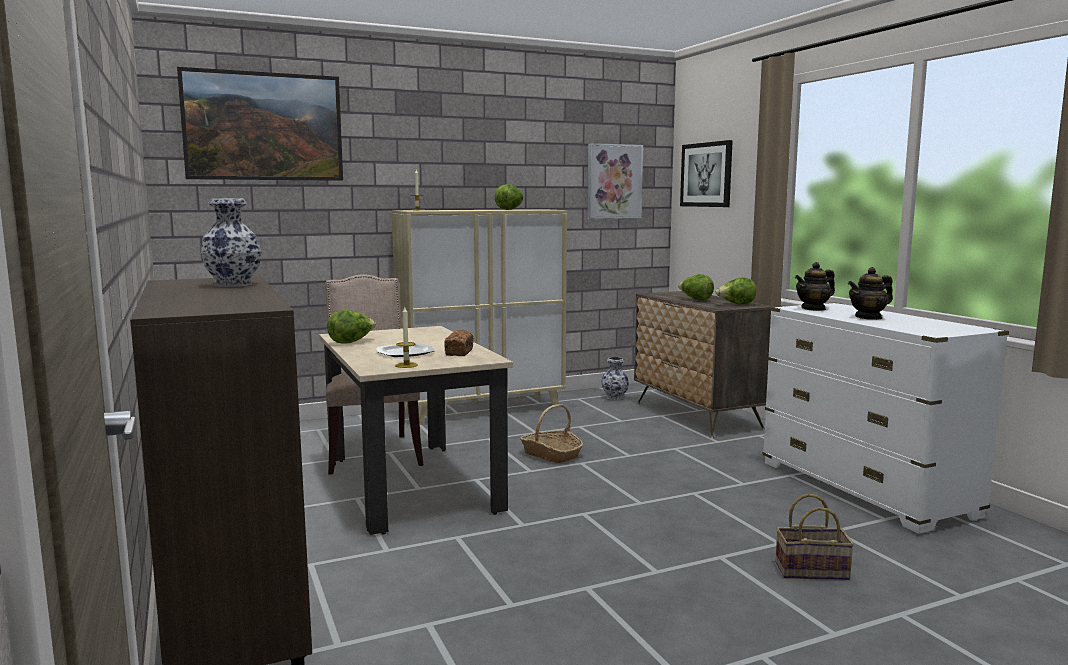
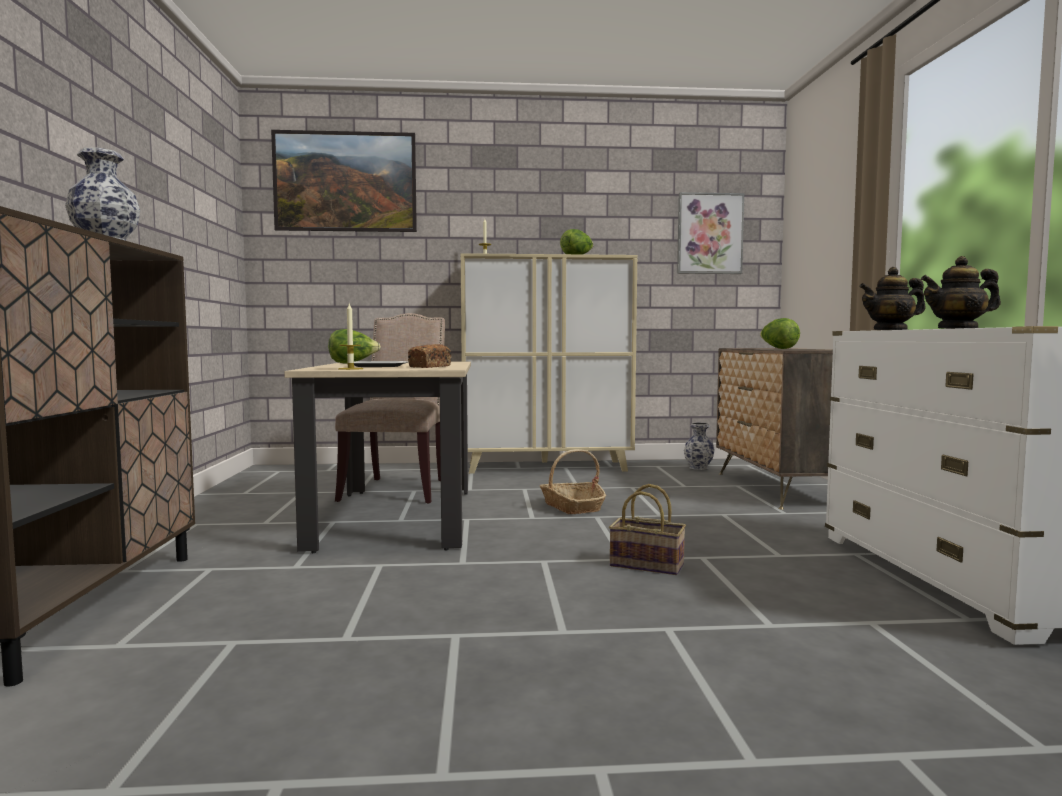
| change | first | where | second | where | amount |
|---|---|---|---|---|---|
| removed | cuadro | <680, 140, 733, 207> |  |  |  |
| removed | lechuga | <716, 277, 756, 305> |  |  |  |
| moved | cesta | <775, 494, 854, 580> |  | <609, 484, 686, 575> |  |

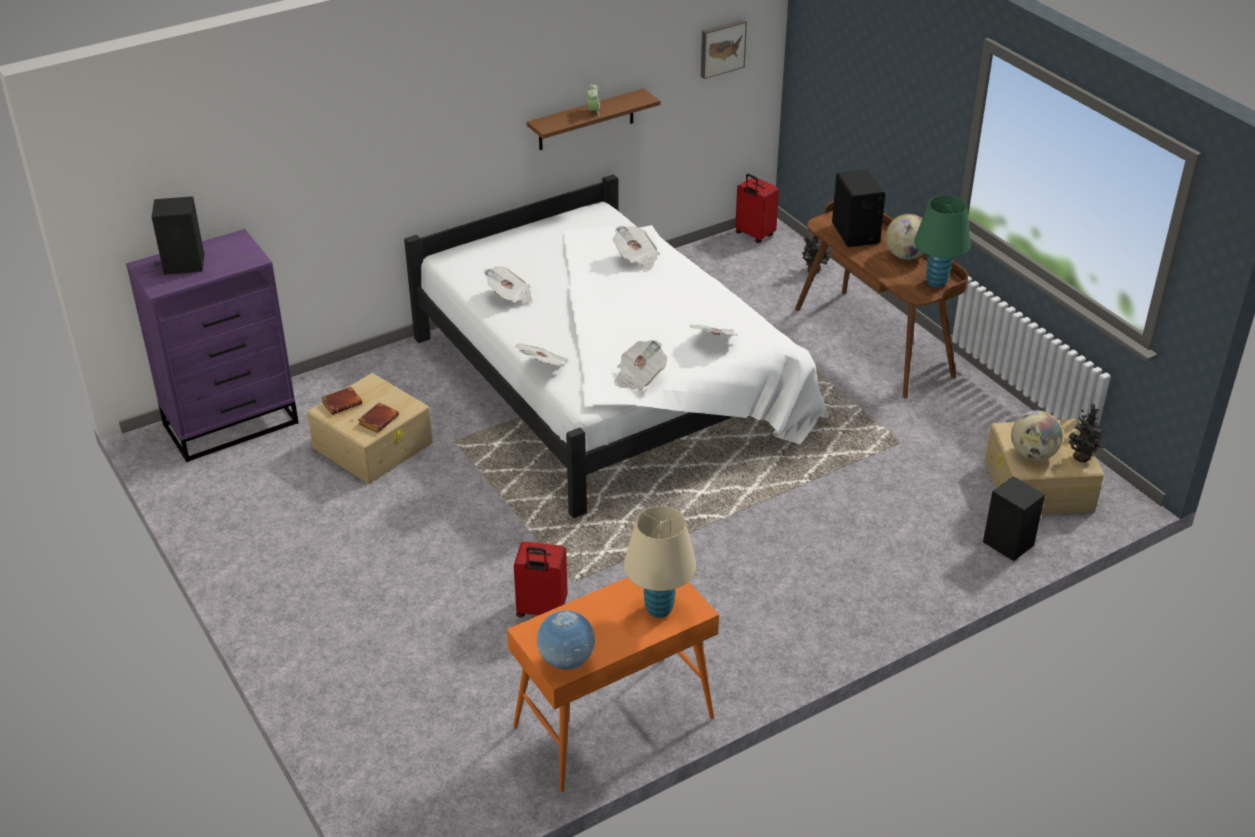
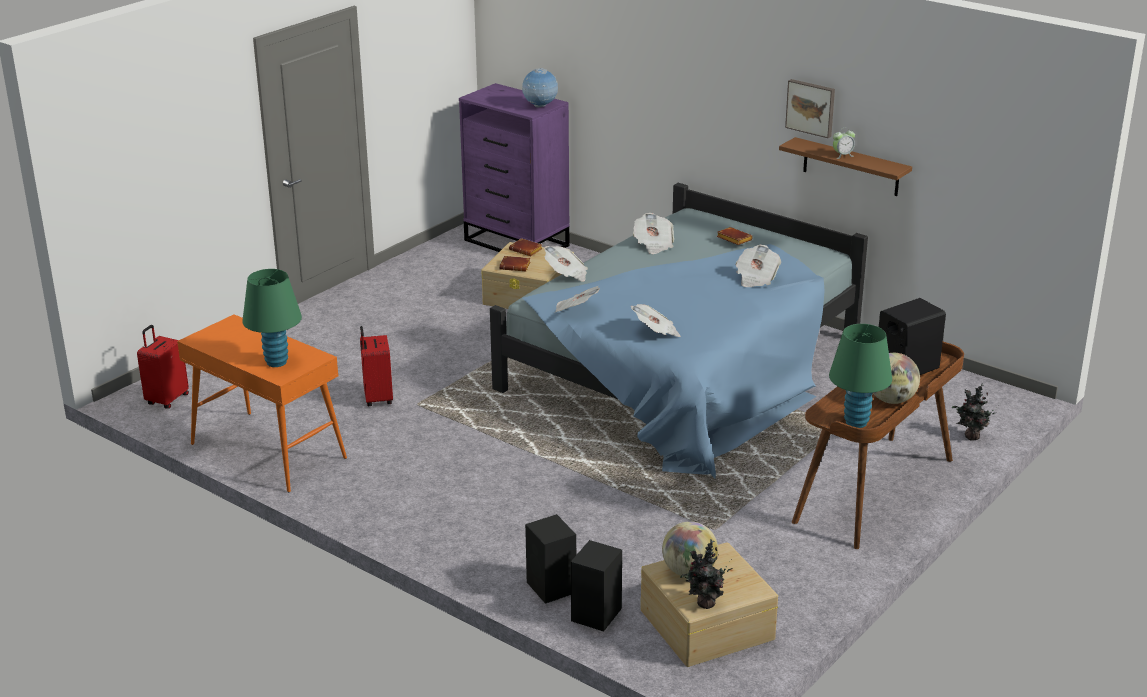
| change | first | where | second | where | amount |
|---|---|---|---|---|---|
| moved | cuadro | <701, 19, 747, 79> |  | <785, 79, 835, 138> |  |
| recoloured | cama/blanco | <404, 174, 829, 518> | cama/azul | <490, 183, 868, 478> |  |
| moved | maleta/rojo | <735, 174, 779, 243> |  | <137, 325, 189, 409> |  |
| moved | altavoz/negro | <152, 196, 204, 275> |  | <525, 514, 576, 604> |  |
| recoloured | lámpara de mesa/beis | <624, 506, 696, 618> | lámpara de mesa/verde | <242, 269, 302, 367> |  |
| moved | globo terráqueo | <537, 610, 595, 669> |  | <522, 68, 558, 107> |  |
| added |  |  | libro/marrón | <716, 227, 753, 245> |  |

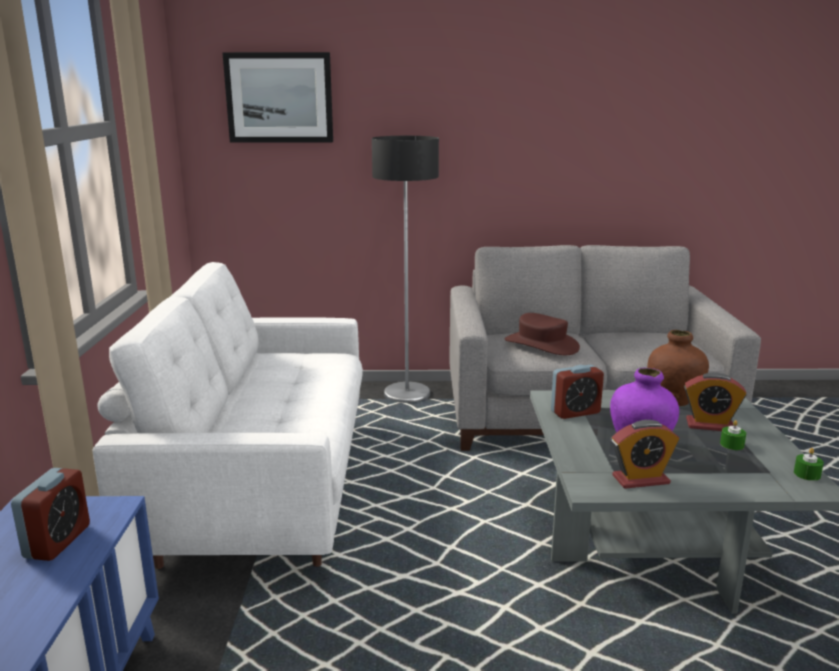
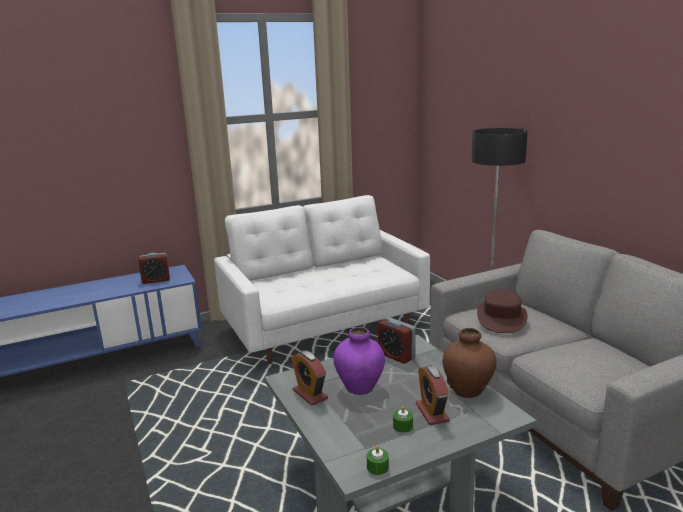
| change | first | where | second | where | amount |
|---|---|---|---|---|---|
| removed | cuadro | <222, 52, 333, 143> |  |  |  |

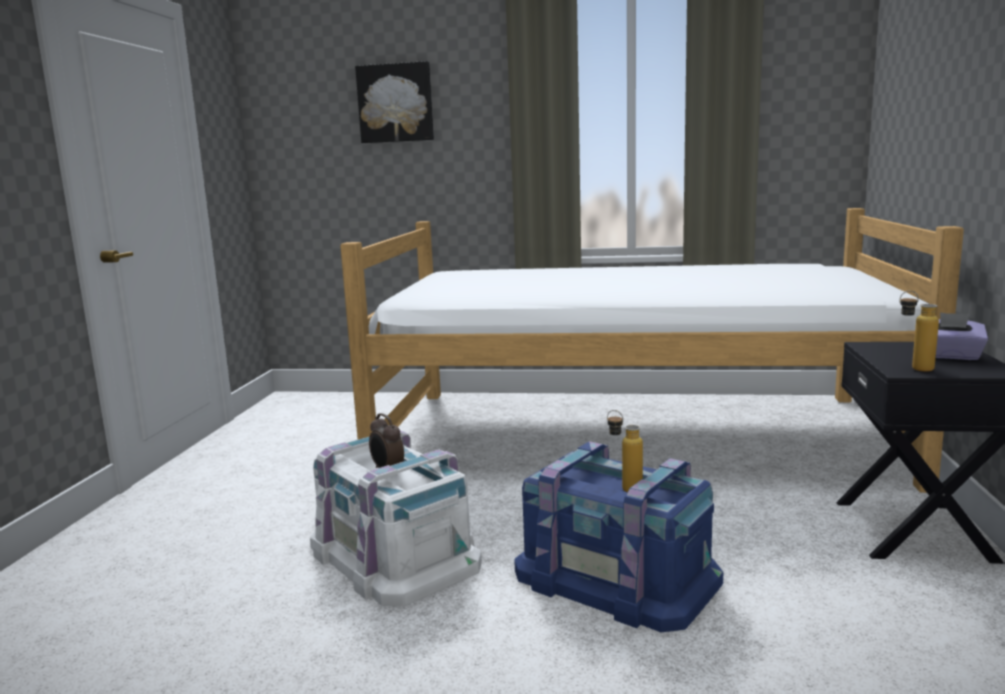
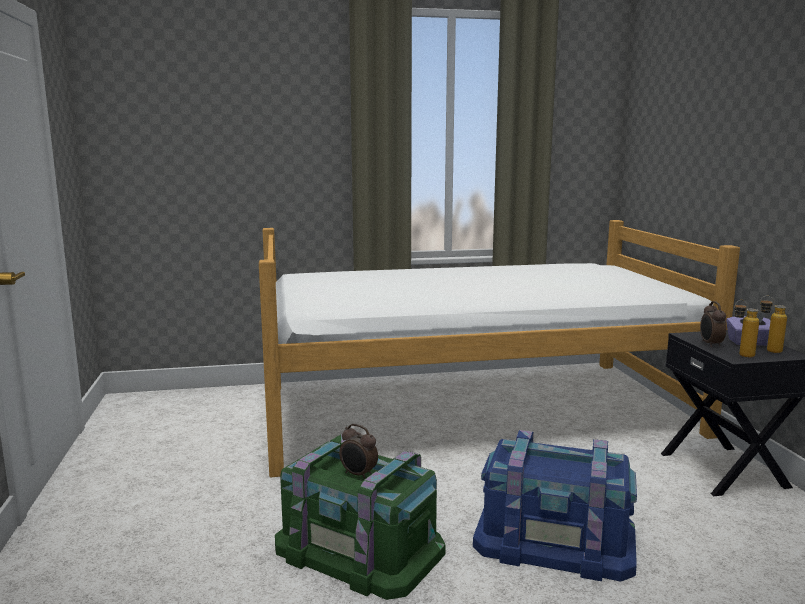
| change | first | where | second | where | amount |
|---|---|---|---|---|---|
| removed | cuadro | <355, 61, 434, 143> |  |  |  |
| moved | botella | <607, 410, 643, 492> |  | <760, 295, 787, 353> |  |
| recoloured | caja de almacenaje/blanco | <310, 430, 482, 606> | caja de almacenaje/verde | <275, 434, 446, 600> |  |
| added |  |  | despertador | <700, 301, 727, 347> |  |

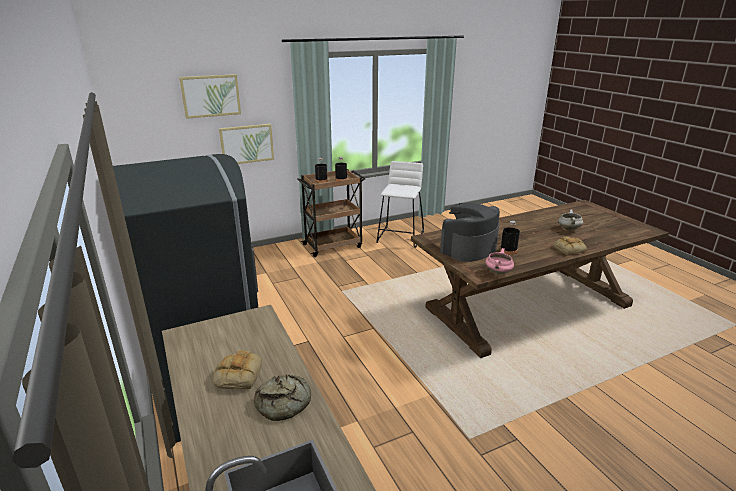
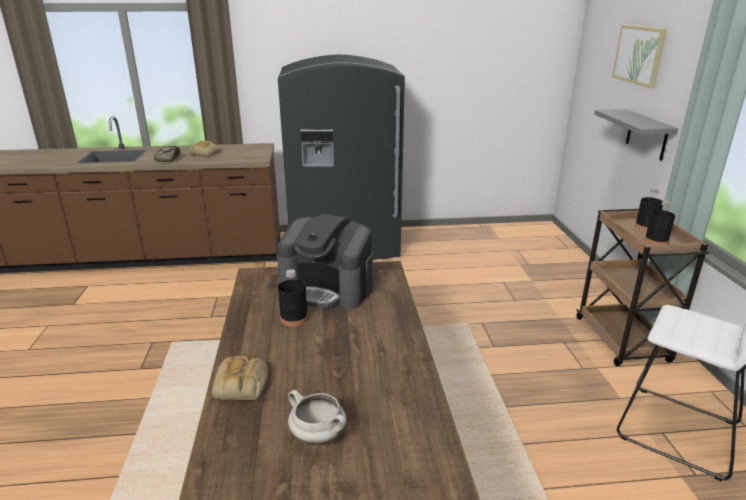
| change | first | where | second | where | amount |
|---|---|---|---|---|---|
| replaced | cuadro | <219, 124, 274, 164> | estante/gris | <594, 109, 678, 160> |  |
| turned | cafetera | <440, 203, 500, 262> |  | <277, 214, 373, 309> | 135 degrees clockwise |
| removed | olla/rosa | <485, 248, 514, 274> |  |  |  |

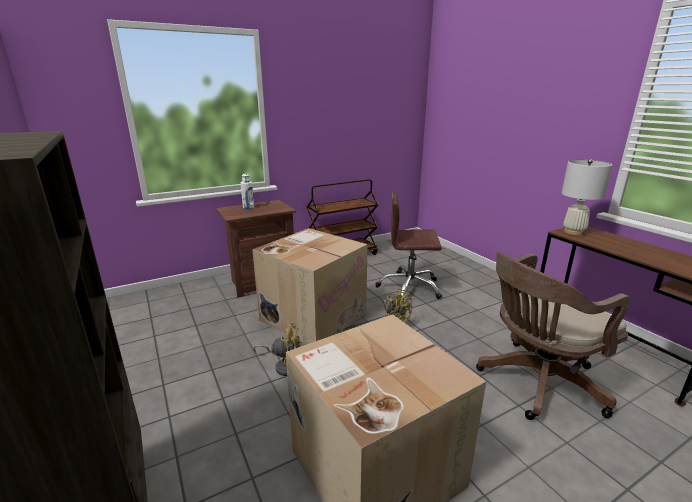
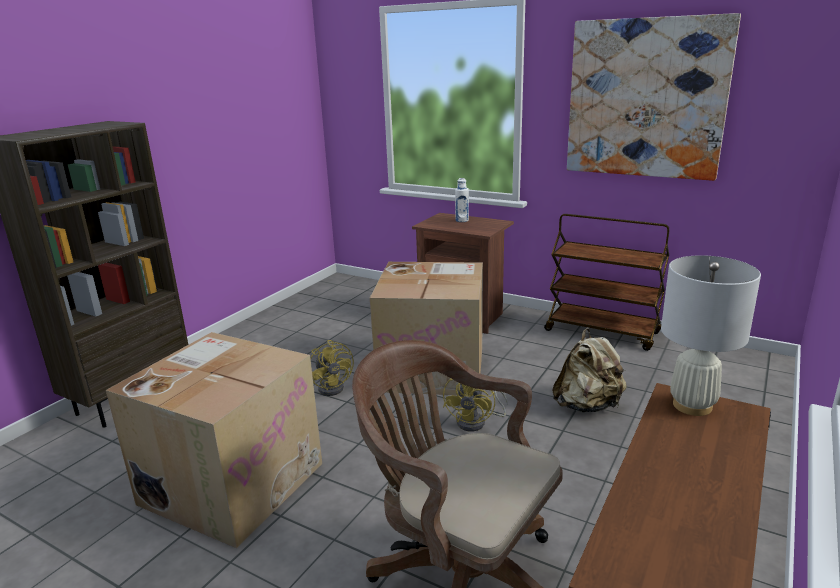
| change | first | where | second | where | amount |
|---|---|---|---|---|---|
| replaced | silla de oficina/marrón | <375, 191, 442, 302> | mochila/beis | <552, 328, 627, 412> |  |
| added |  |  | cuadro | <567, 13, 741, 181> |  |

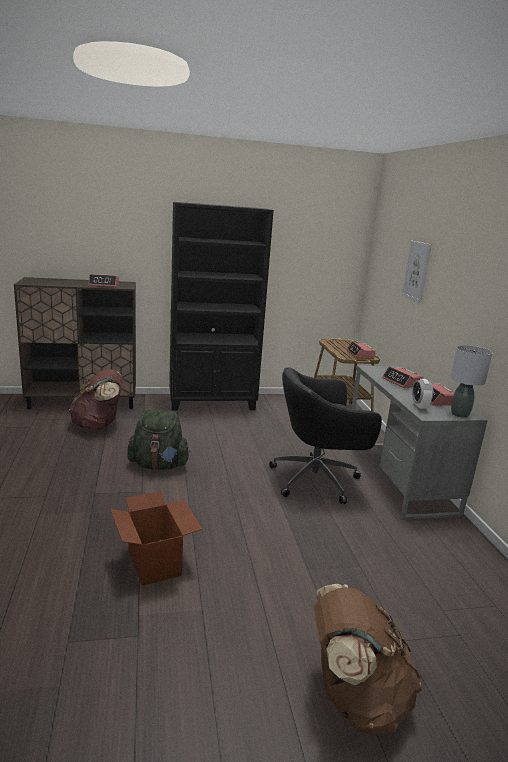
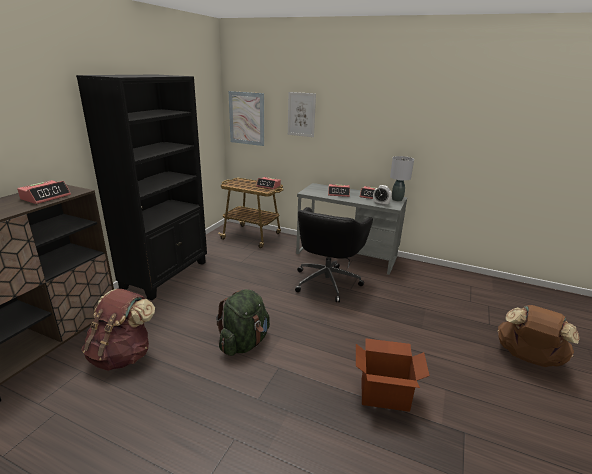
| change | first | where | second | where | amount |
|---|---|---|---|---|---|
| added |  |  | cuadro | <229, 91, 264, 146> |  |

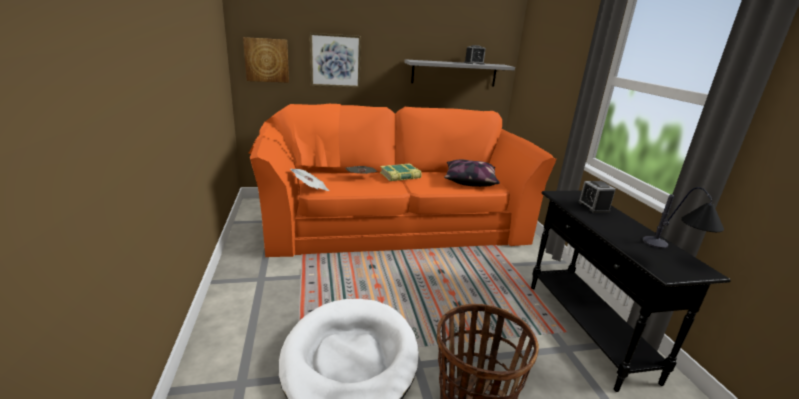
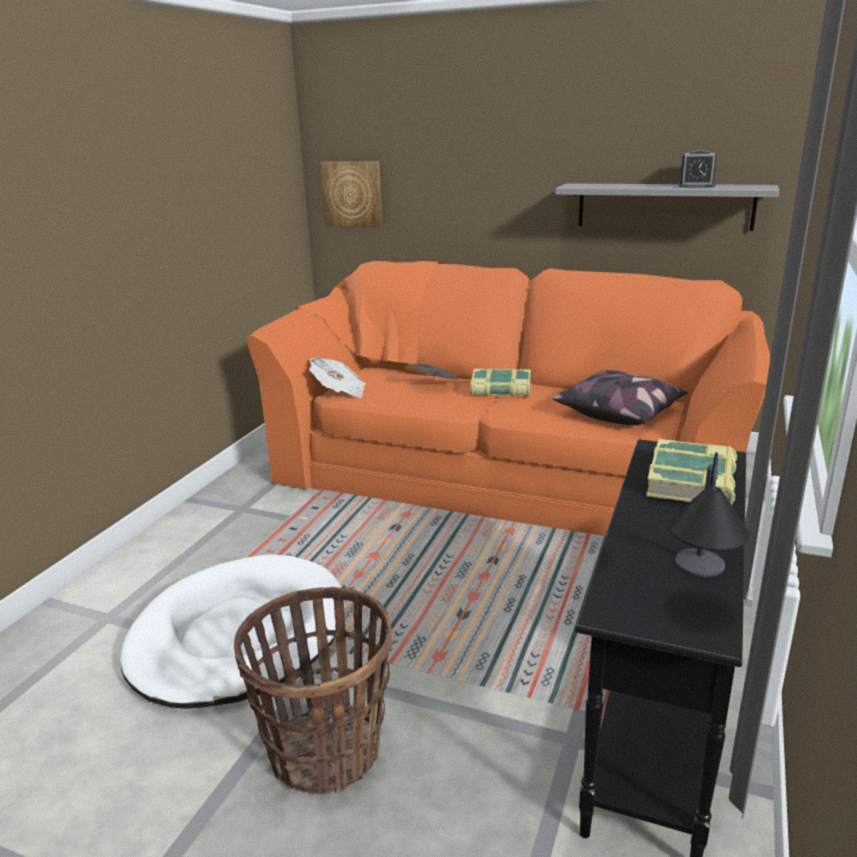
| change | first | where | second | where | amount |
|---|---|---|---|---|---|
| removed | cuadro | <310, 33, 361, 88> |  |  |  |
| replaced | despertador | <578, 181, 616, 213> | libro | <646, 439, 737, 505> |  |

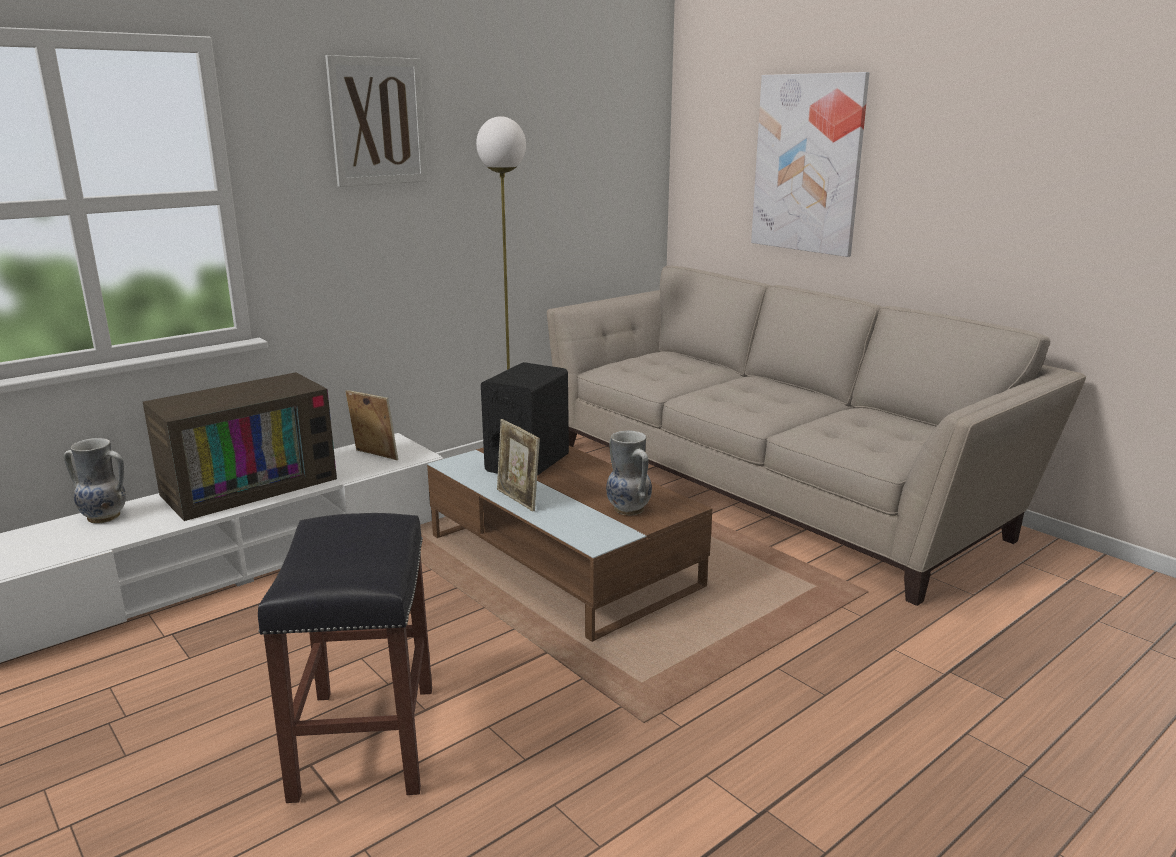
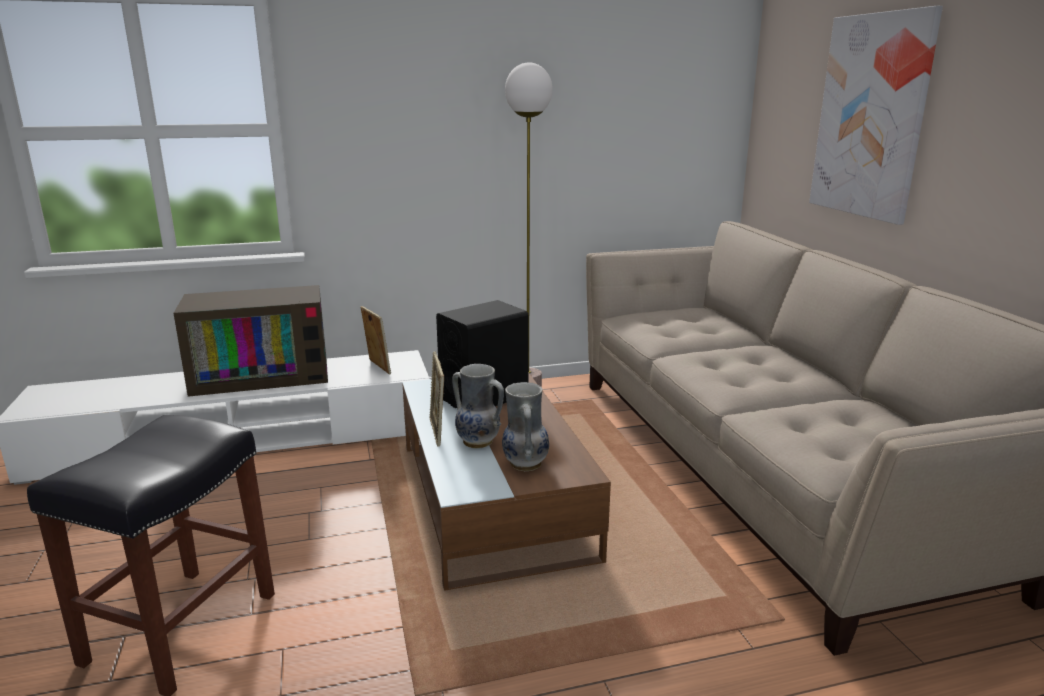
| change | first | where | second | where | amount |
|---|---|---|---|---|---|
| removed | cuadro | <325, 55, 427, 187> |  |  |  |
| moved | florero | <64, 438, 126, 524> |  | <452, 364, 504, 449> |  |

